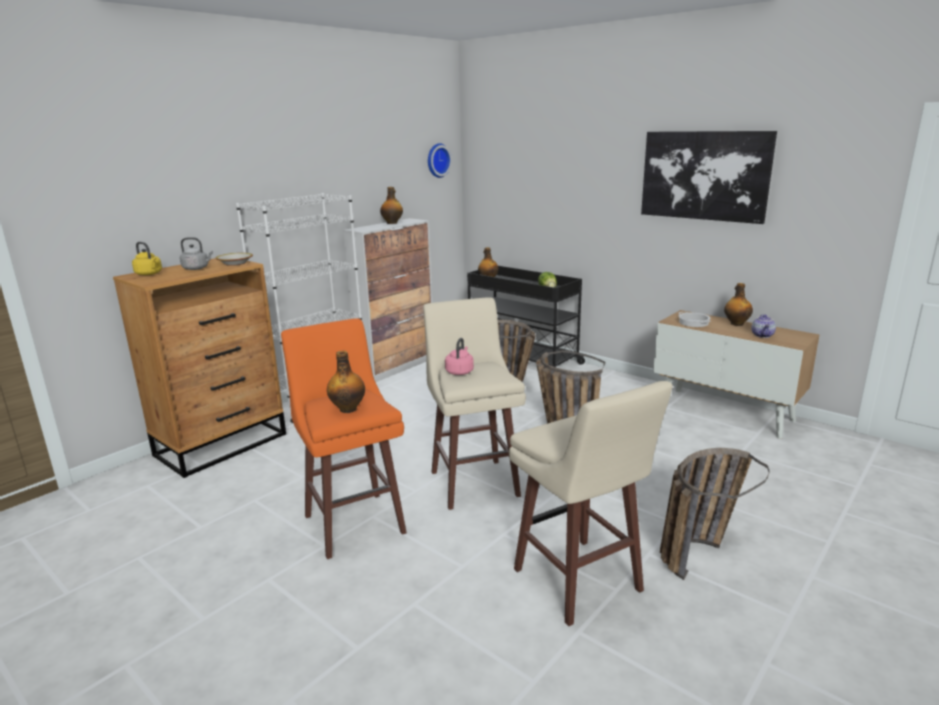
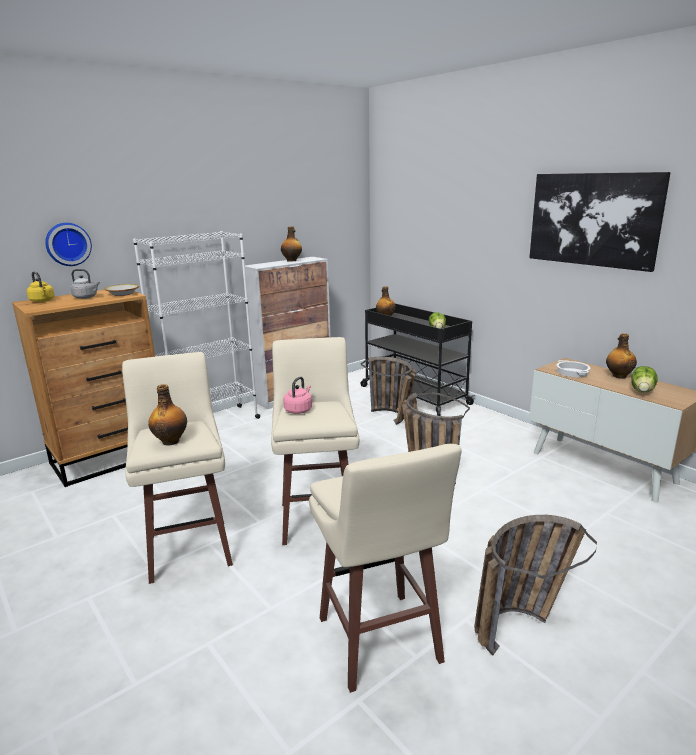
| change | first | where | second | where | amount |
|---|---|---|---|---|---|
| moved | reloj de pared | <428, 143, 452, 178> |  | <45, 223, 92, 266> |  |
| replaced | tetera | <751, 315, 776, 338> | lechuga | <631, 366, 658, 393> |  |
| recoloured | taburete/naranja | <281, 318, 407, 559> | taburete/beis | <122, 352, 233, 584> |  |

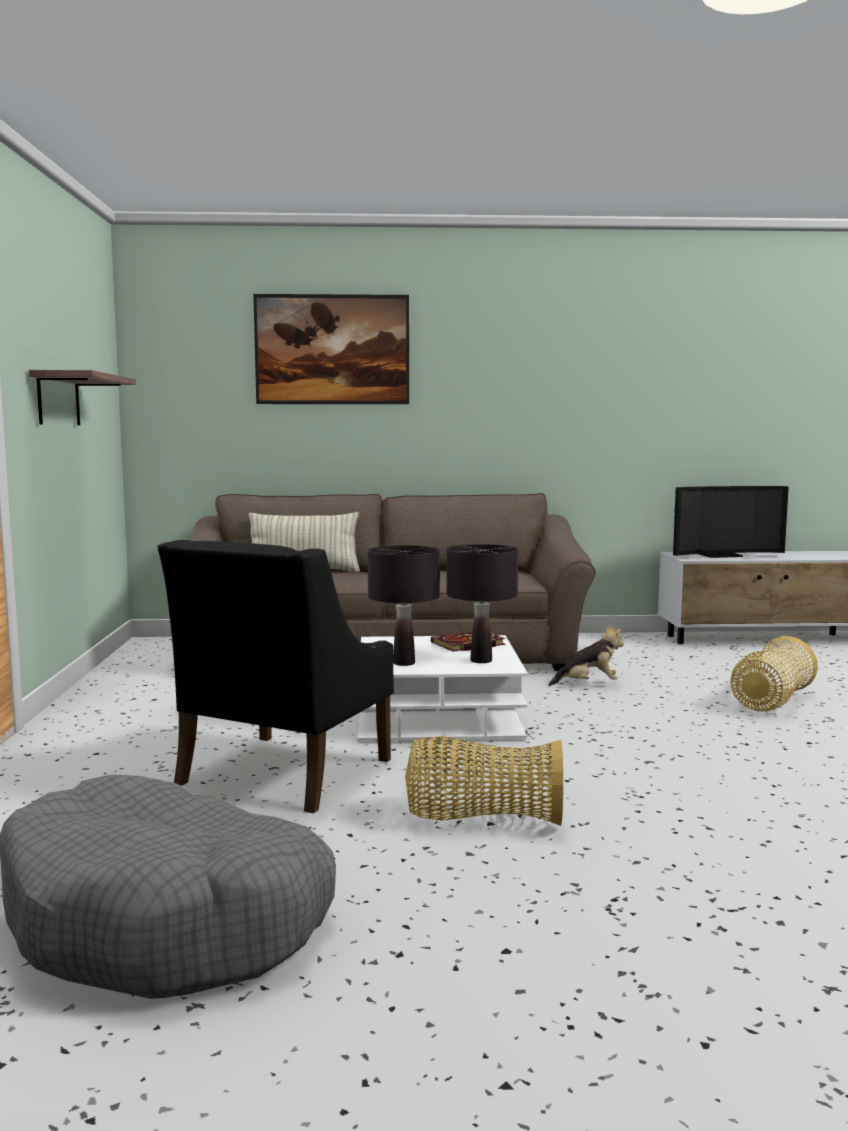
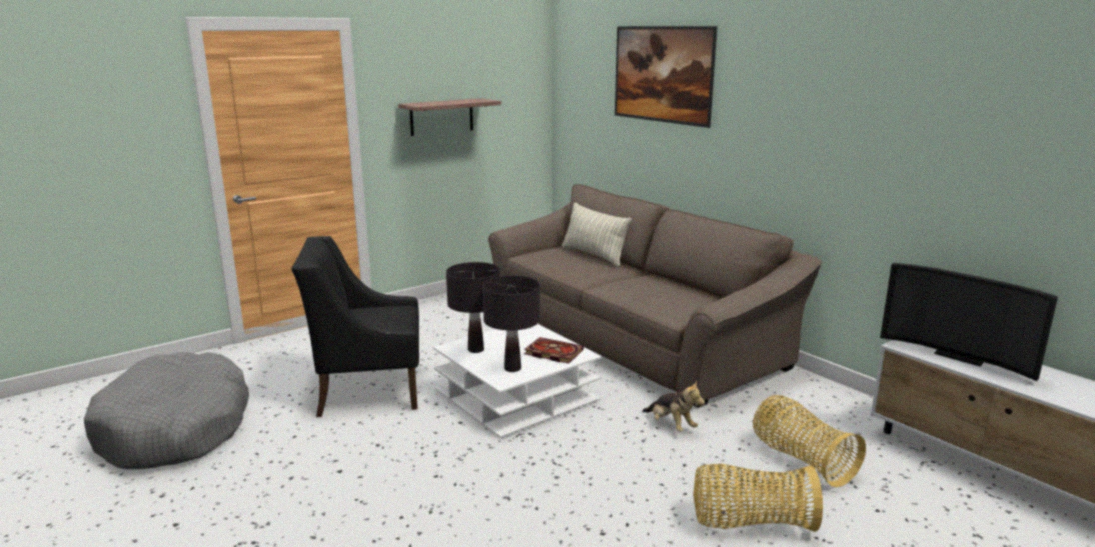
| change | first | where | second | where | amount |
|---|---|---|---|---|---|
| moved | cesta | <405, 736, 563, 826> |  | <753, 395, 866, 487> |  |

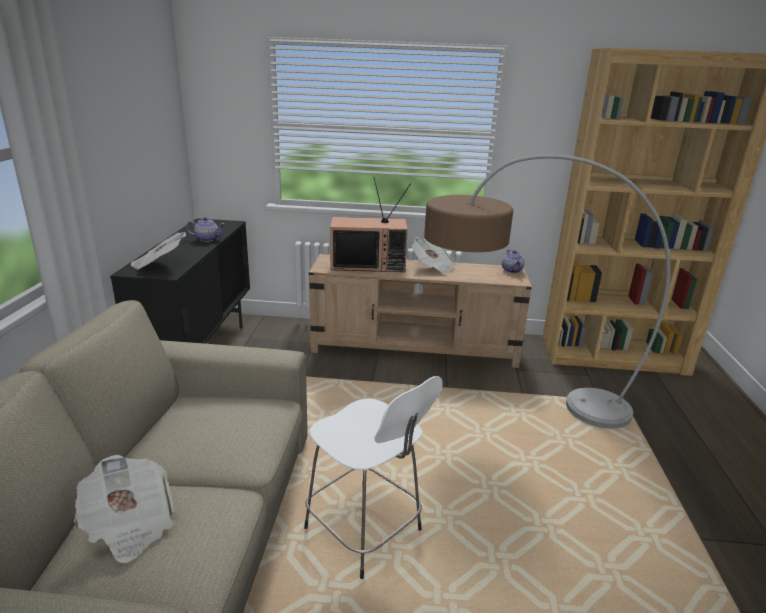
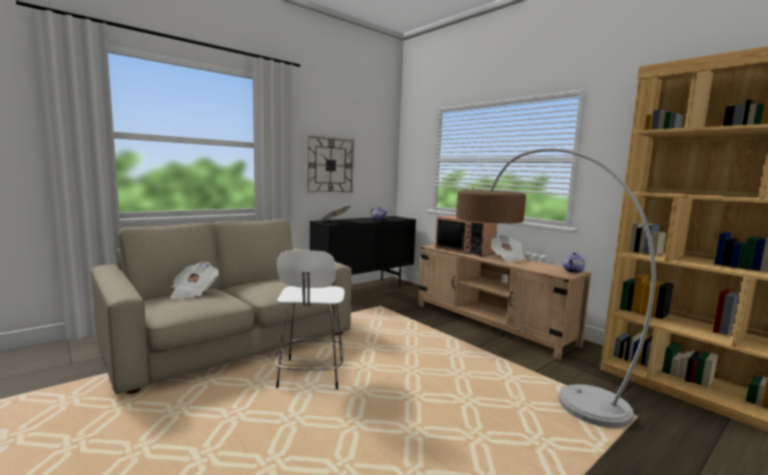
| change | first | where | second | where | amount |
|---|---|---|---|---|---|
| added |  |  | reloj de pared | <305, 134, 355, 194> |  |

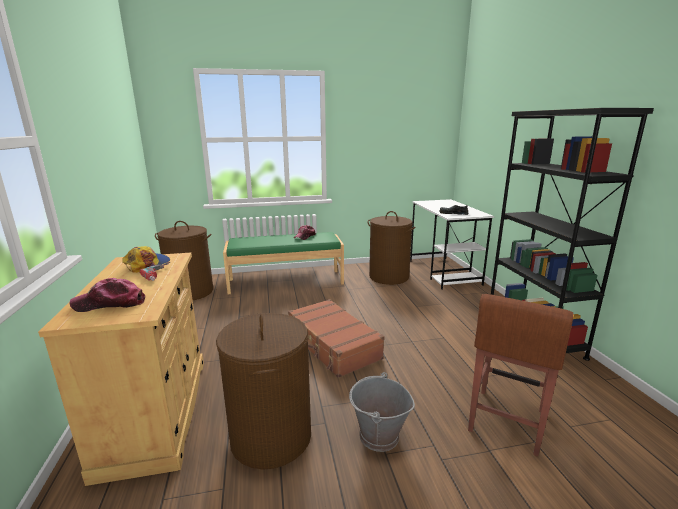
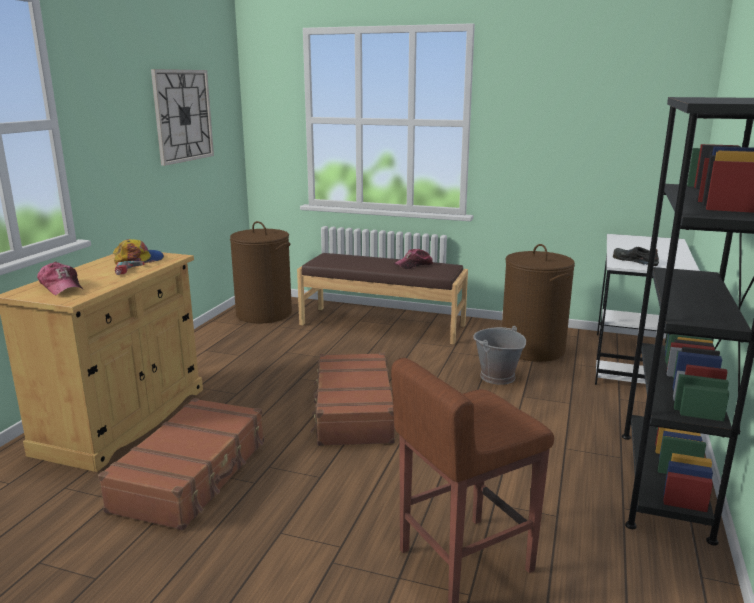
| change | first | where | second | where | amount |
|---|---|---|---|---|---|
| recoloured | banco/verde | <223, 232, 344, 294> | banco/marrón | <297, 253, 468, 344> |  |
| turned | gorra | <70, 278, 145, 312> |  | <37, 262, 83, 295> | 150 degrees counterclockwise |
| replaced | cesto de la ropa/marrón | <216, 313, 311, 470> | maleta/marrón | <98, 398, 264, 531> |  |
| moved | cubo/gris | <349, 372, 415, 452> |  | <473, 326, 526, 385> |  |
| added |  |  | reloj de pared | <151, 69, 214, 166> |  |

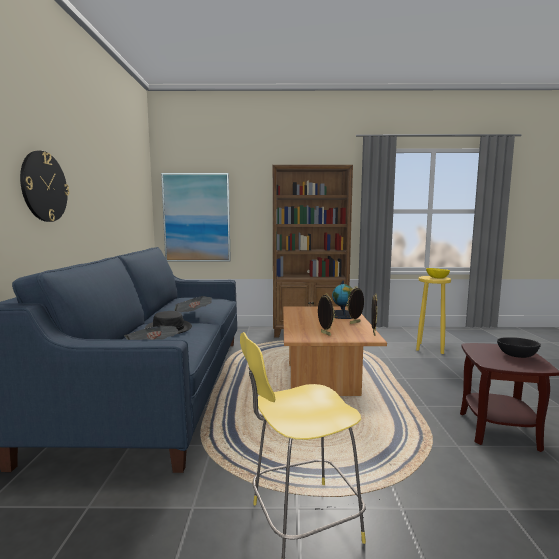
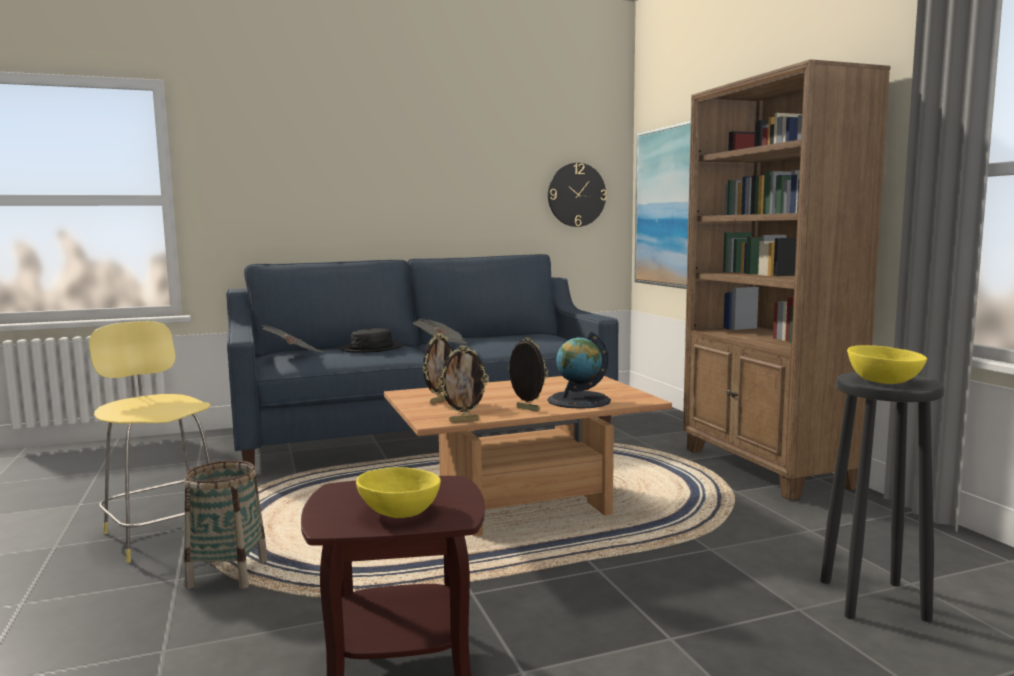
| change | first | where | second | where | amount |
|---|---|---|---|---|---|
| moved | reloj de pared | <20, 151, 69, 222> |  | <548, 163, 607, 227> |  |
| recoloured | taburete/amarillo | <416, 276, 451, 354> | taburete/negro | <820, 372, 944, 622> |  |
| recoloured | cuenco/negro | <497, 337, 541, 358> | cuenco/amarillo | <356, 467, 441, 518> |  |
| added |  |  | cesta | <184, 460, 268, 589> |  |

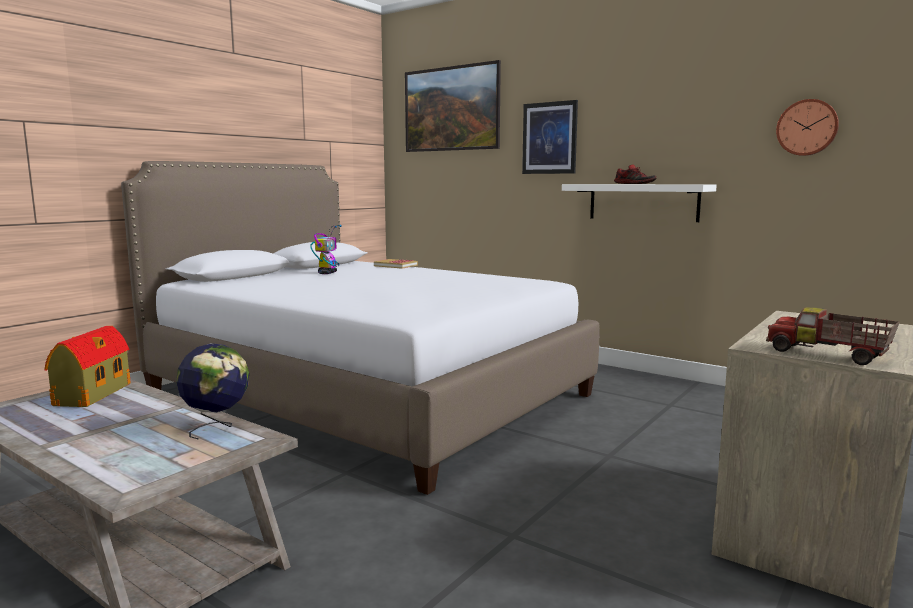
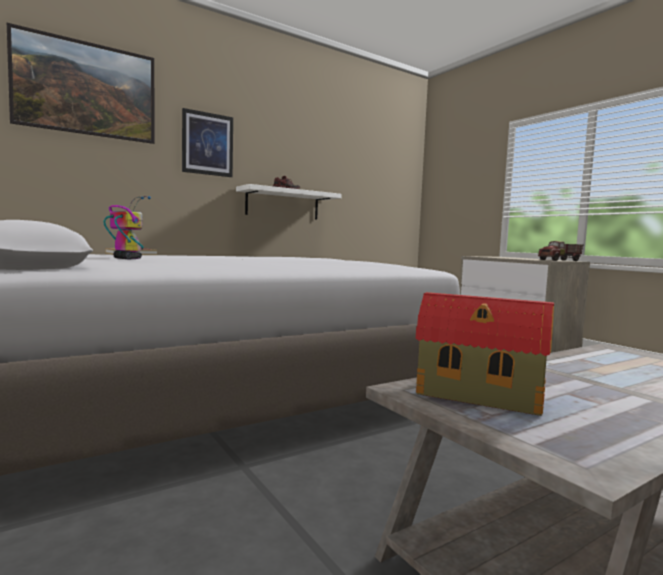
| change | first | where | second | where | amount |
|---|---|---|---|---|---|
| removed | reloj de pared | <776, 99, 839, 156> |  |  |  |
| removed | globo terráqueo | <176, 343, 249, 439> |  |  |  |

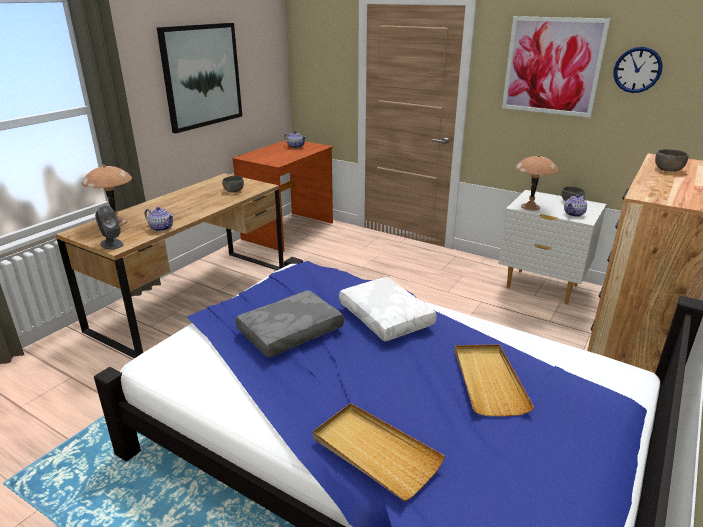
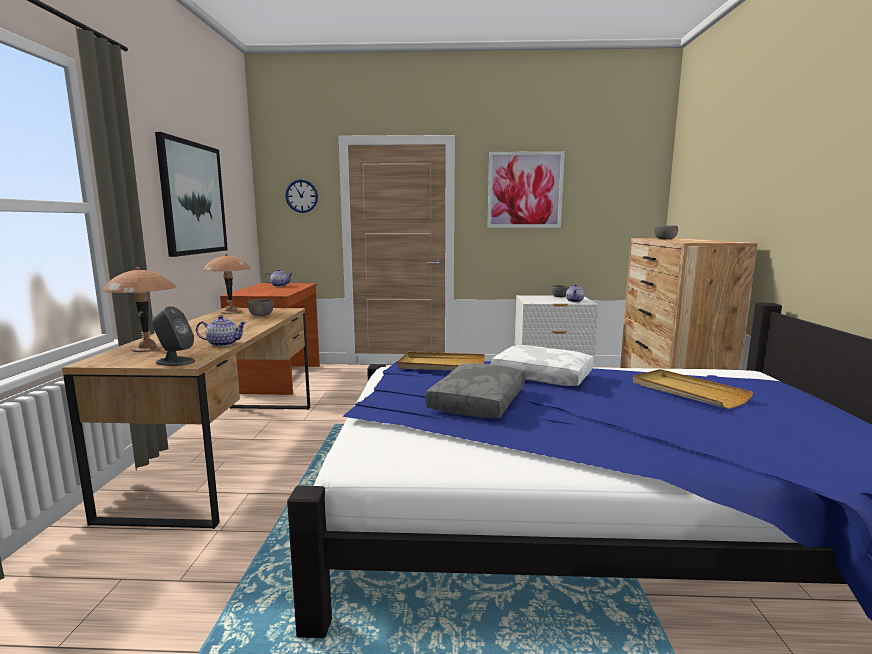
| change | first | where | second | where | amount |
|---|---|---|---|---|---|
| moved | reloj de pared | <613, 47, 663, 93> |  | <285, 179, 318, 213> |  |
| moved | lámpara de mesa/marrón | <515, 155, 559, 211> |  | <203, 254, 251, 314> |  |
| moved | bandeja/beis | <313, 403, 445, 501> |  | <397, 352, 485, 370> |  |

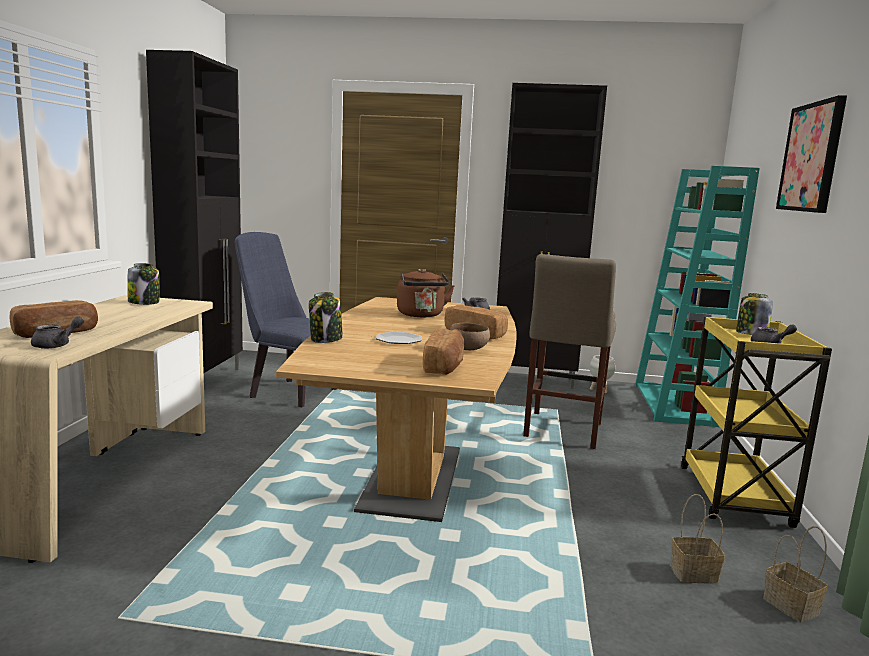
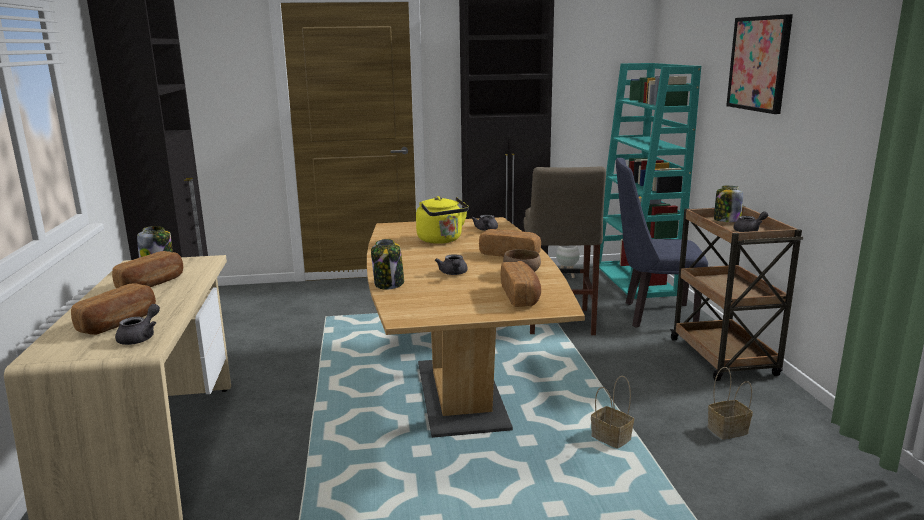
| change | first | where | second | where | amount |
|---|---|---|---|---|---|
| moved | silla/azul | <235, 232, 336, 407> |  | <616, 158, 708, 328> |  |
| recoloured | hervidor/marrón | <397, 269, 454, 317> | hervidor/amarillo | <416, 196, 469, 244> |  |
| recoloured | carrito/amarillo | <681, 316, 832, 528> | carrito/marrón | <670, 206, 803, 381> |  |
| replaced | plato | <376, 332, 422, 344> | tetera/gris | <435, 254, 468, 275> |  |
| moved | cesta | <763, 526, 828, 623> |  | <591, 376, 634, 449> |  |
| added |  |  | pan | <112, 251, 183, 288> |  |

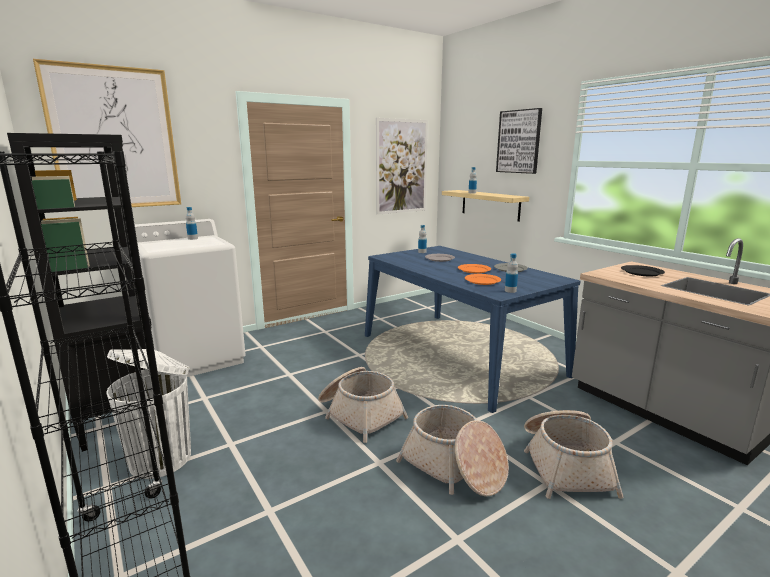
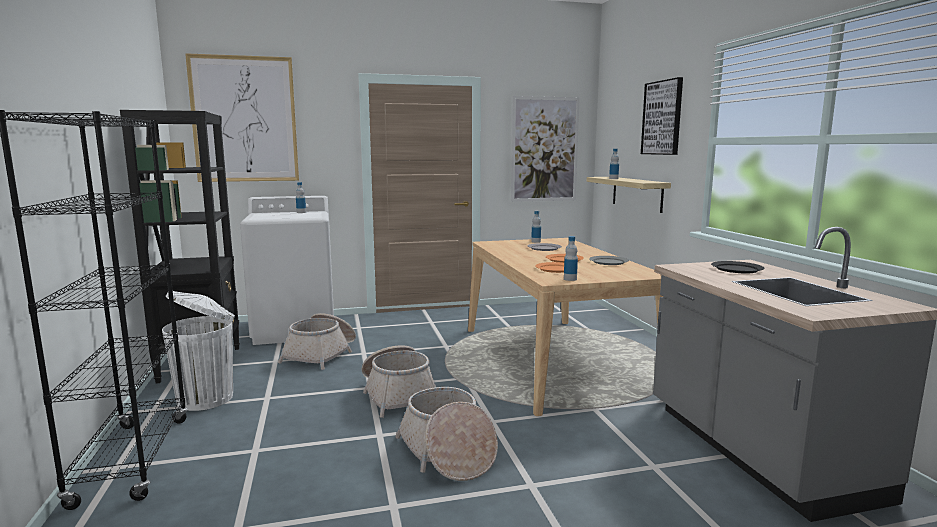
| change | first | where | second | where | amount |
|---|---|---|---|---|---|
| recoloured | mesa de comedor/azul | <365, 246, 581, 413> | mesa de comedor/beis | <468, 238, 663, 416> |  |
| moved | cesta | <524, 410, 624, 499> |  | <278, 313, 356, 370> |  |

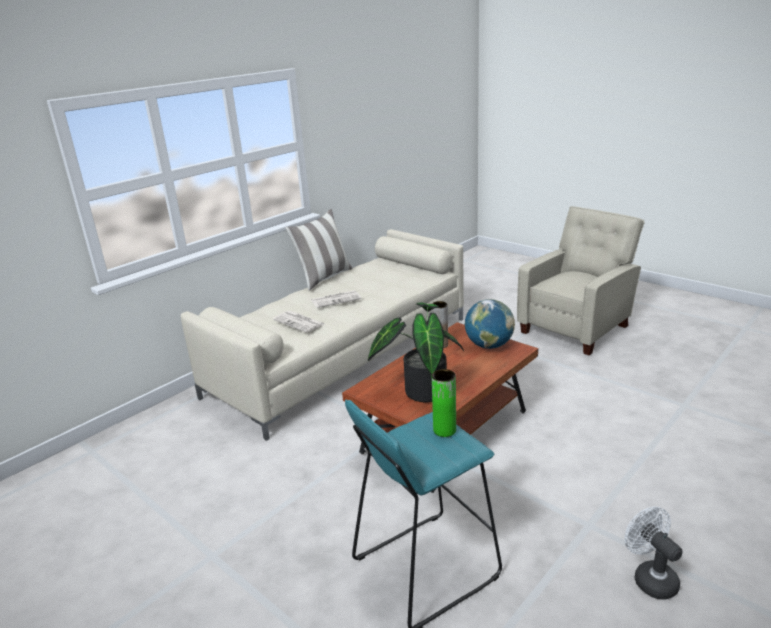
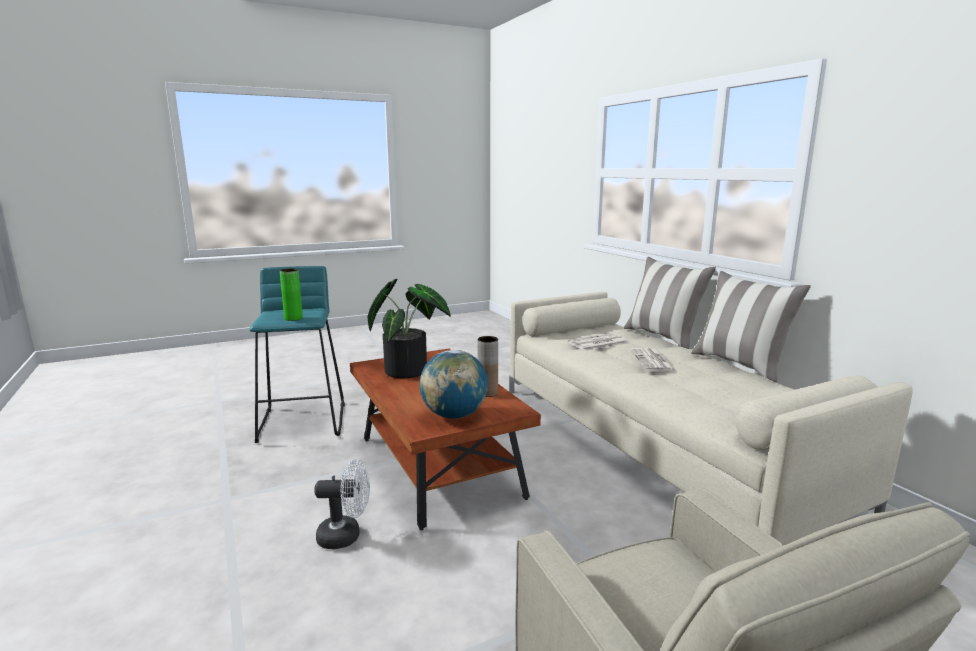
| change | first | where | second | where | amount |
|---|---|---|---|---|---|
| moved | ventilador/blanco | <625, 507, 682, 599> |  | <314, 459, 370, 549> |  |
| added |  |  | cojín | <624, 256, 716, 349> |  |

